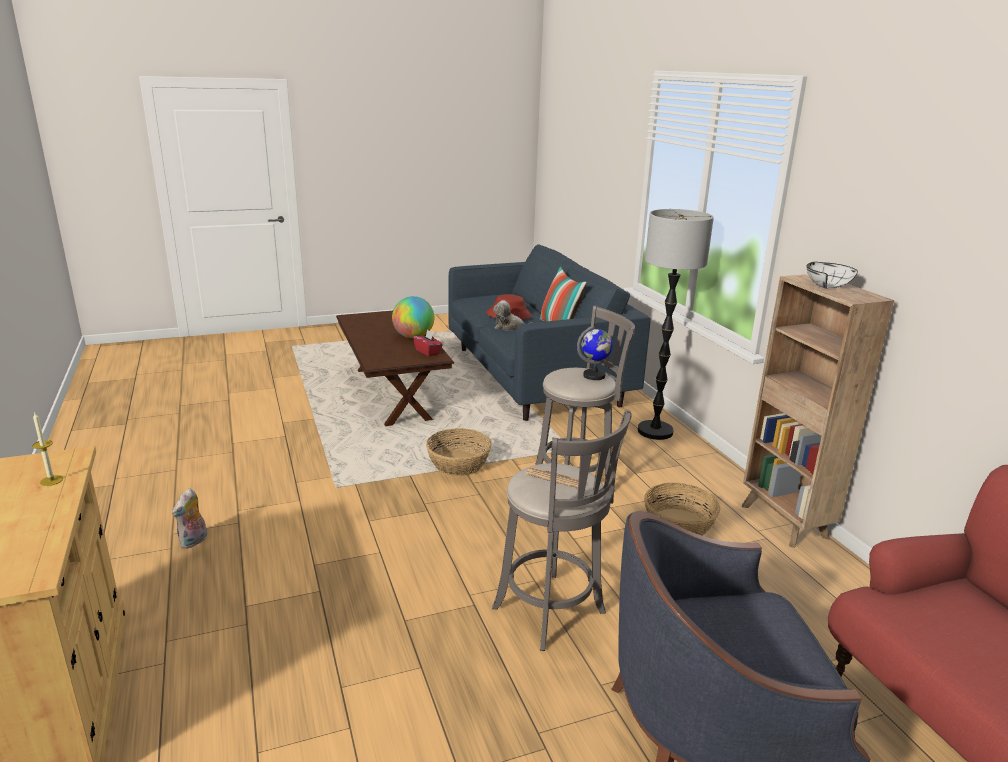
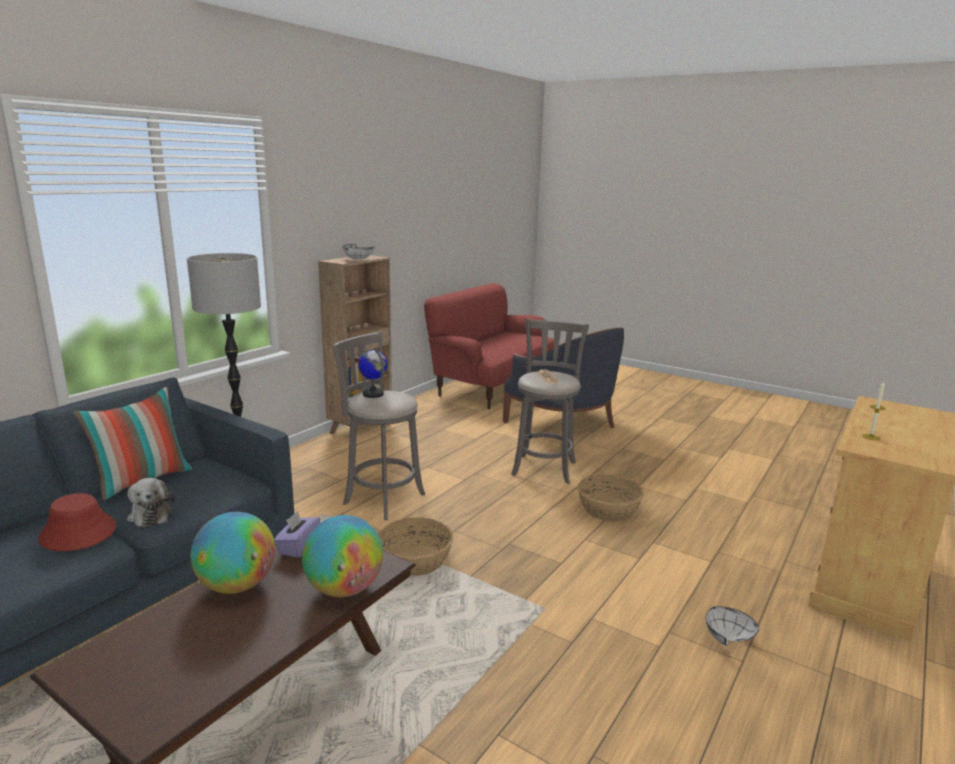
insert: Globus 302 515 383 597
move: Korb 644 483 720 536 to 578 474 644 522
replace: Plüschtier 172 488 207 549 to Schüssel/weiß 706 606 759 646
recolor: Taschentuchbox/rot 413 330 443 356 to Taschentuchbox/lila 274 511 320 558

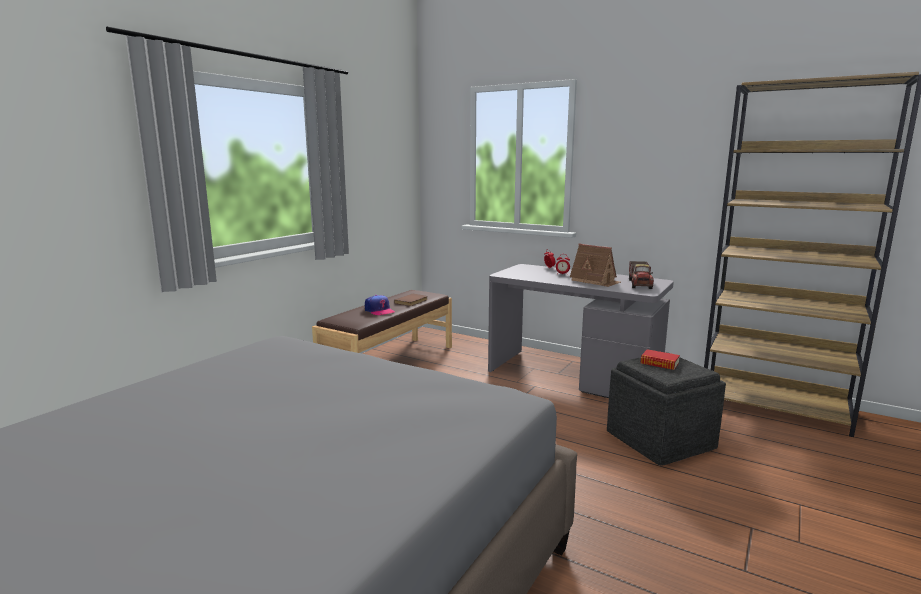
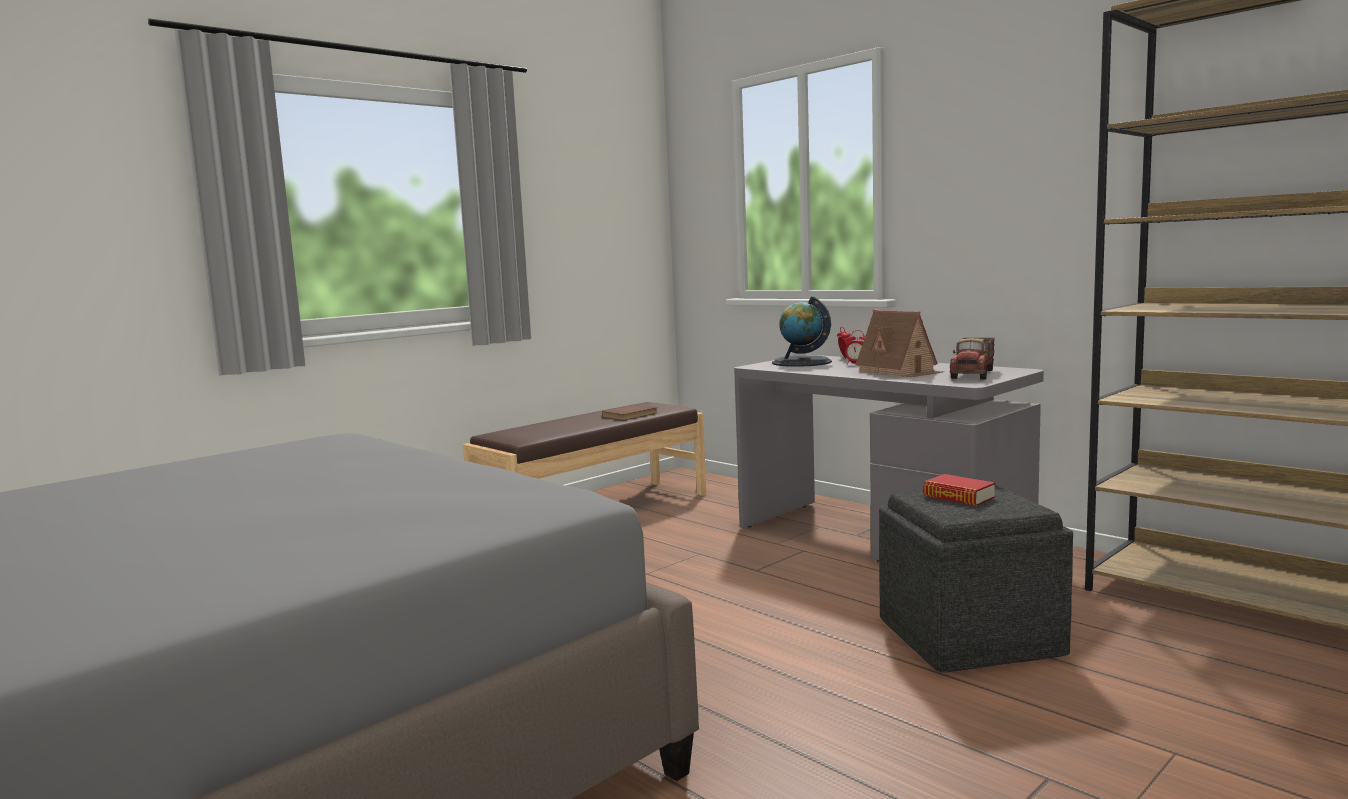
delete: Kappe 365 295 395 315
insert: Globus 772 296 832 367

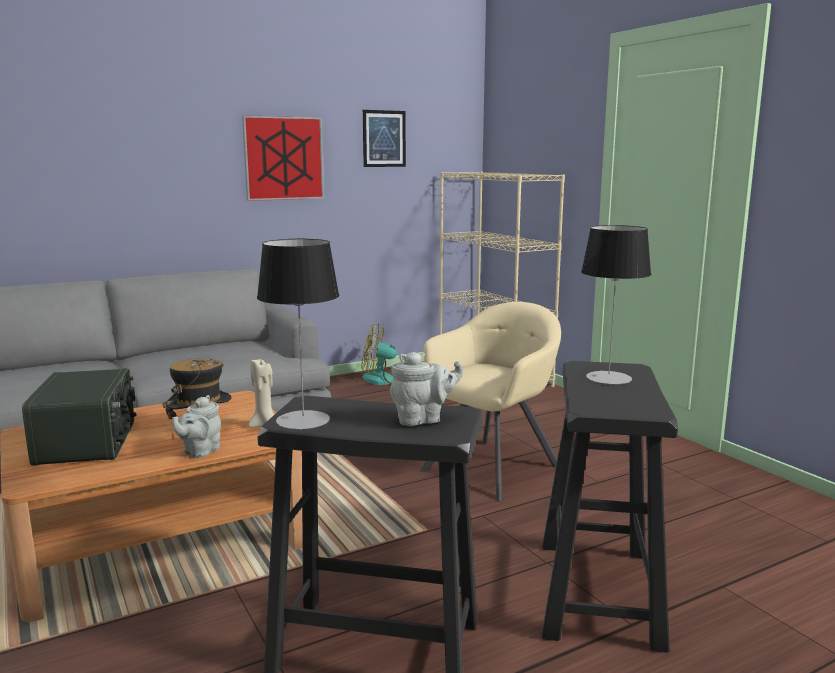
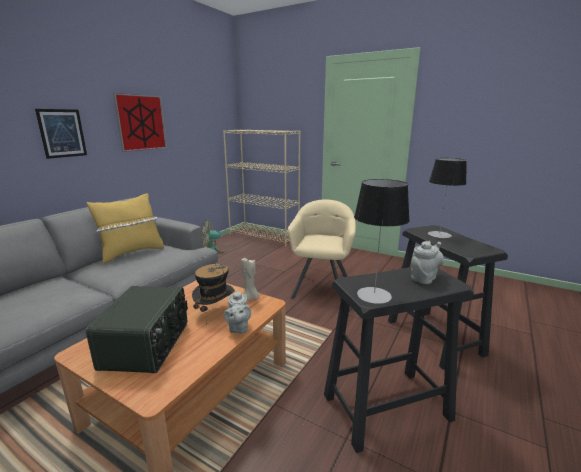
insert: Kissen/gelb 87 193 164 264
move: Bild 363 110 406 167 to 35 109 87 159
rotate: Radio 22 368 136 466 = 86 286 188 373 45 degrees clockwise

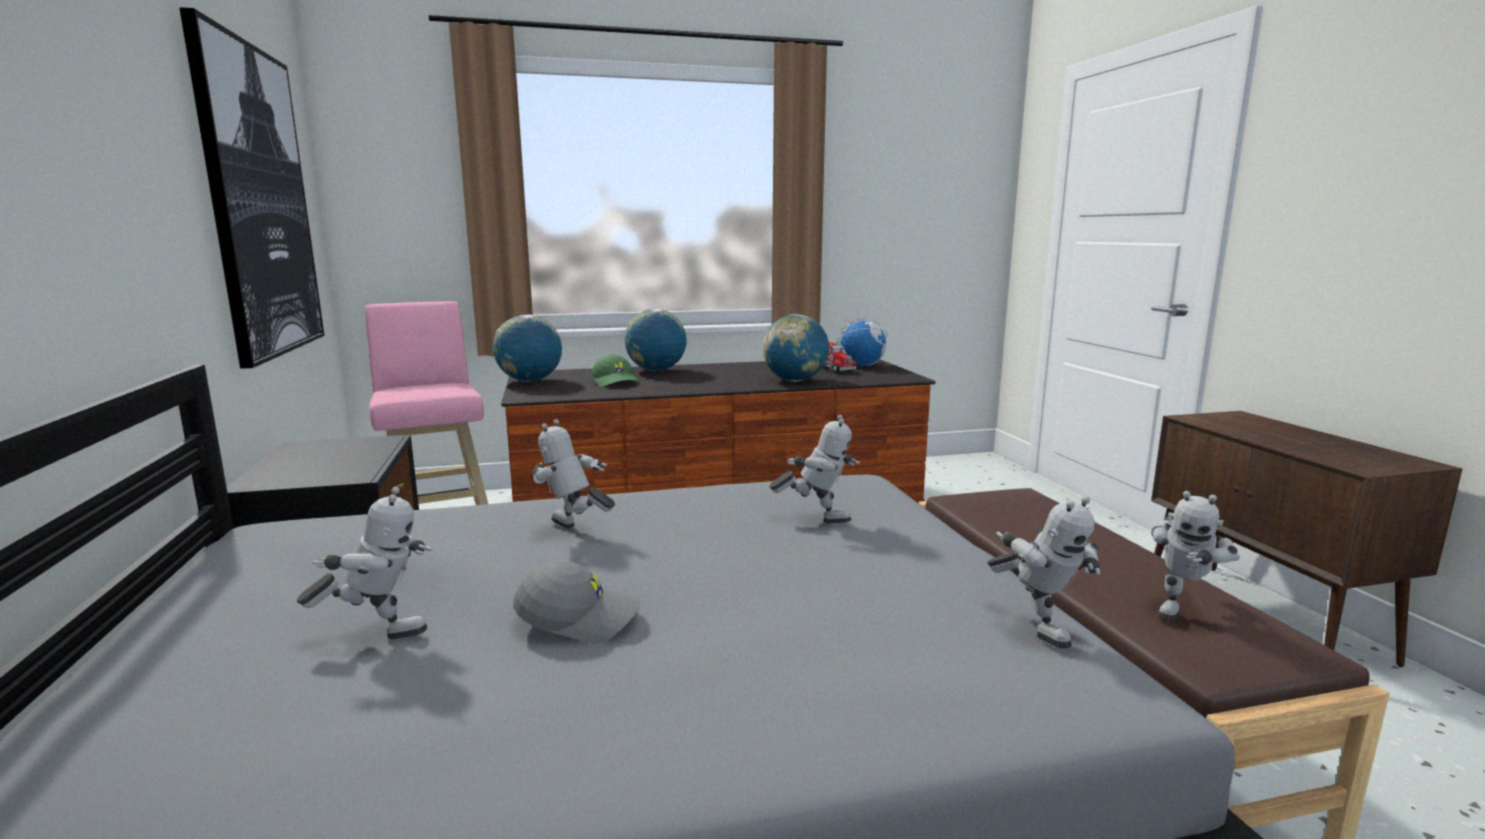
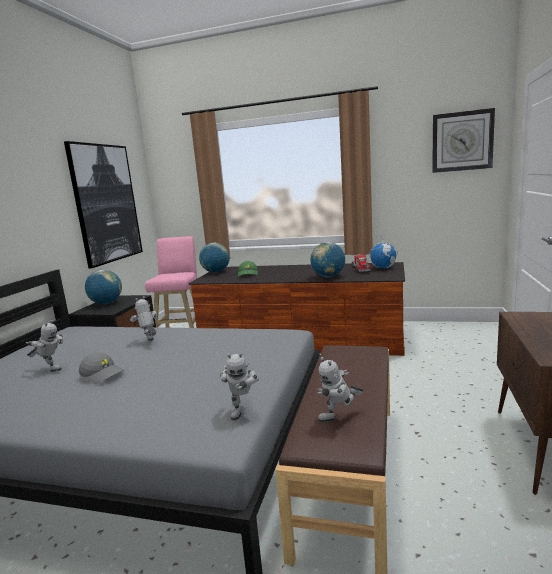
delete: Spielzeugroboter 769 415 860 523
insert: Wanduhr 432 108 495 173
move: Globus 624 309 687 371 to 85 270 122 304

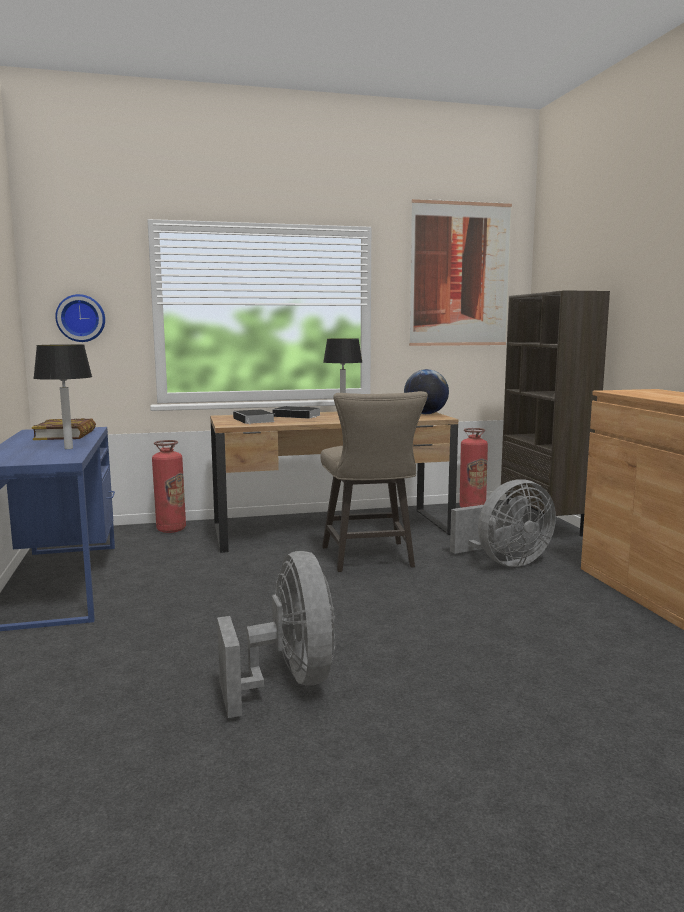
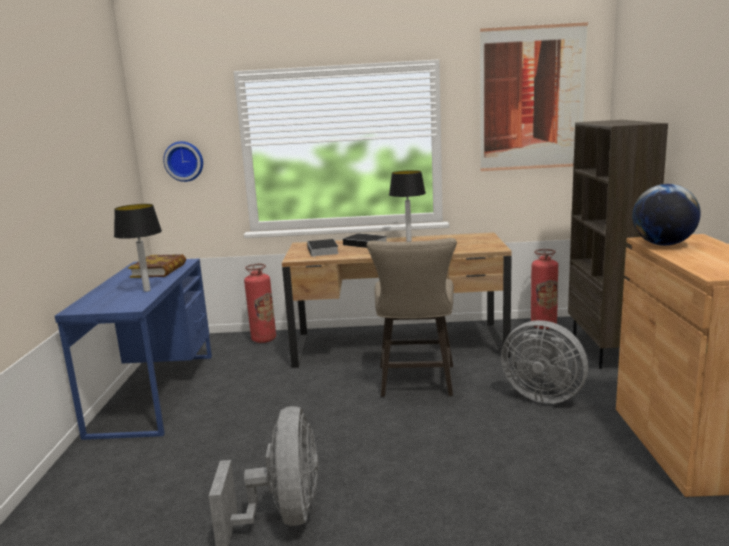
move: Globus 404 369 449 414 to 632 184 701 246
rotate: Ventilator/grau 450 479 556 567 = 501 320 588 404 45 degrees clockwise

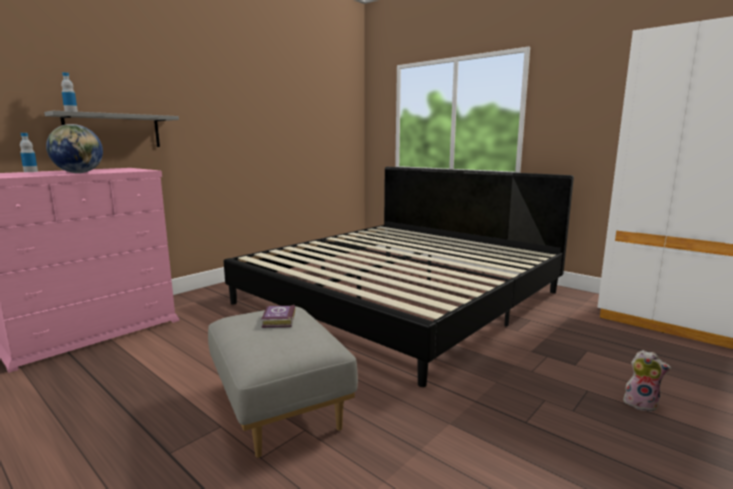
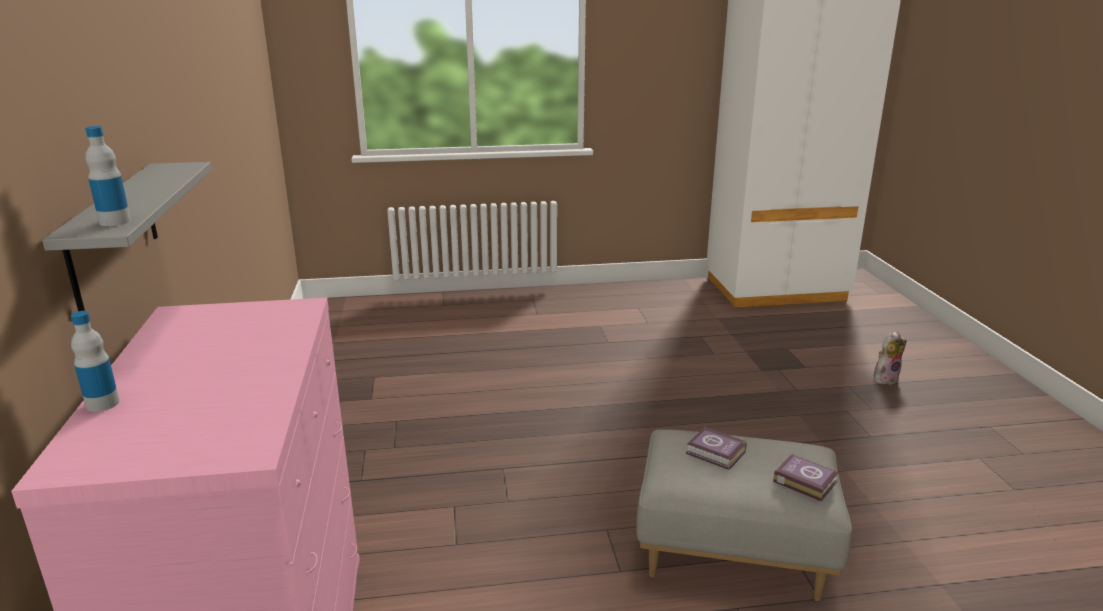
delete: Globus 46 124 103 173; Bett 224 167 574 387
insert: Buch 773 454 839 501

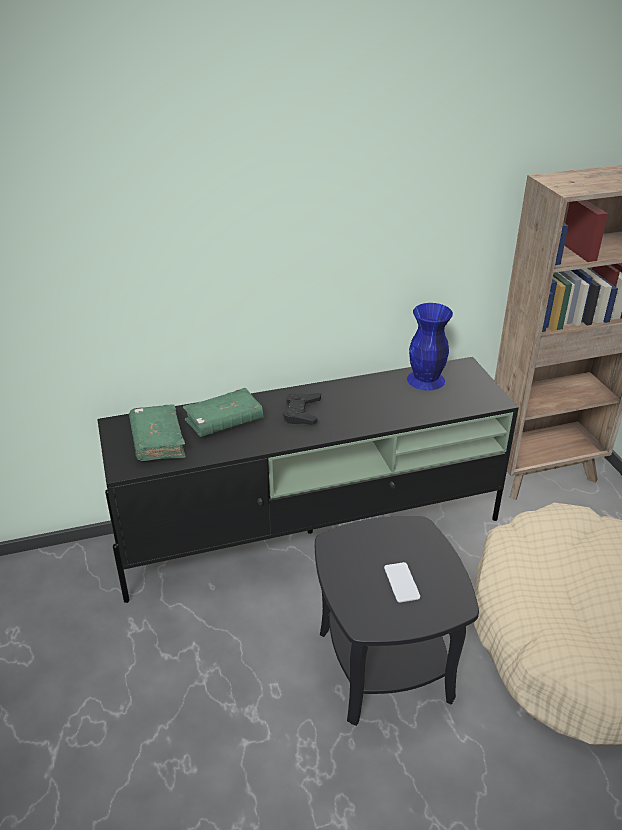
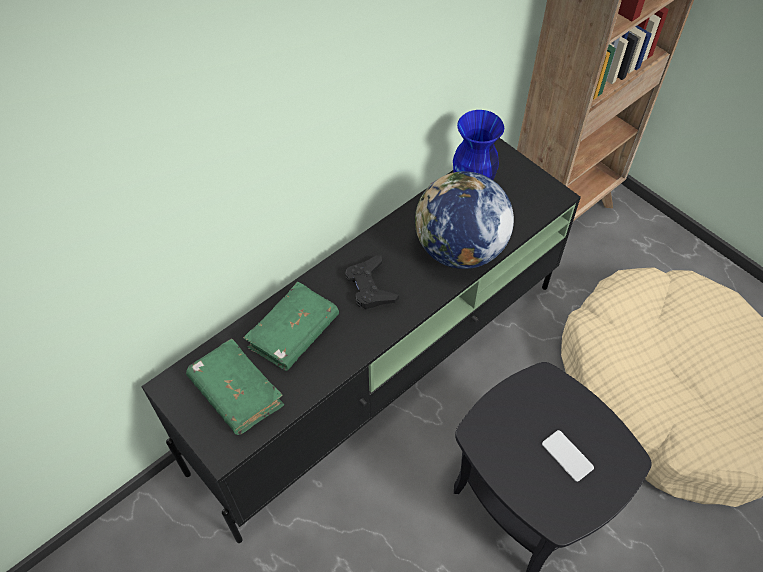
insert: Globus 415 171 514 269

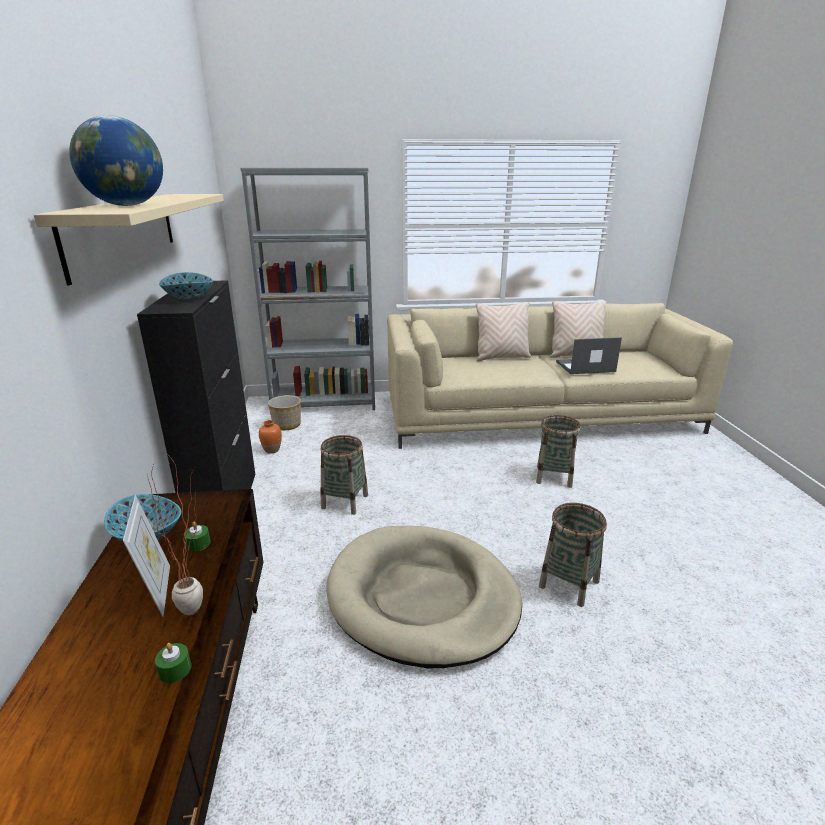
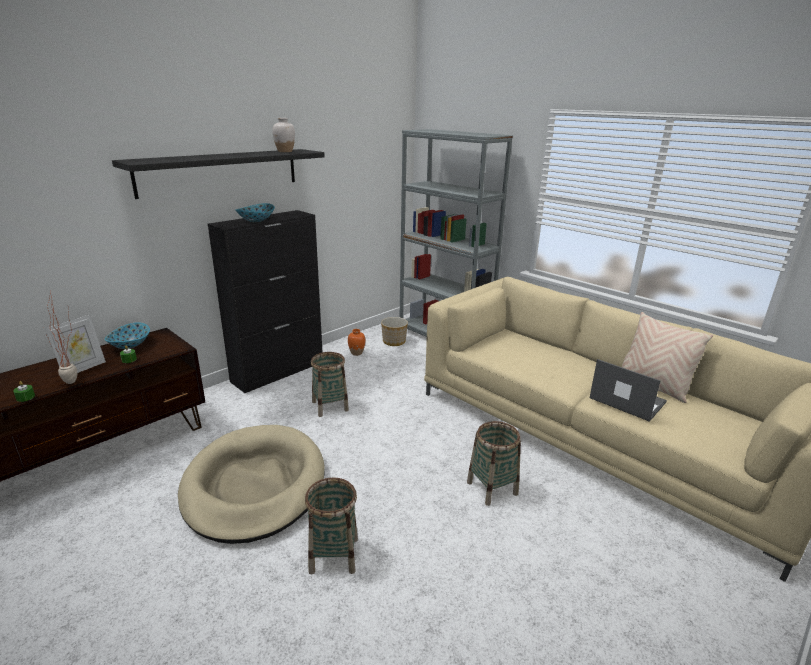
delete: Globus 69 115 163 206; Kissen/beige 476 302 531 361
insert: Vase/weiß 272 118 295 152
recolor: Wandregal/beige 34 194 224 286 to Wandregal/schwarz 112 149 325 199

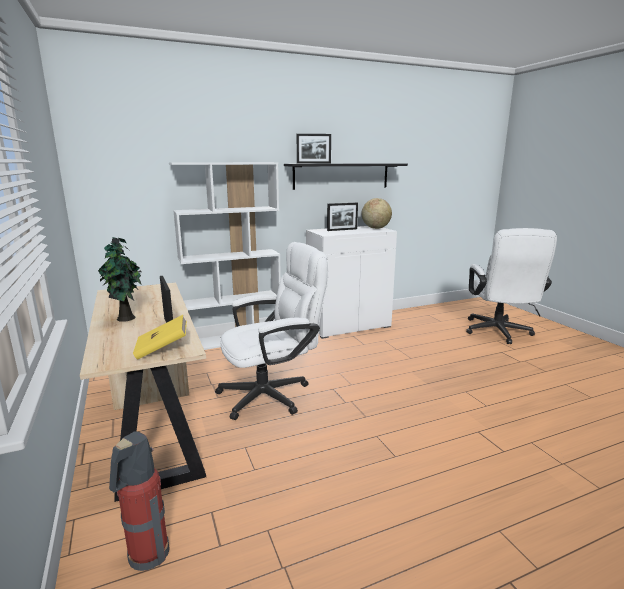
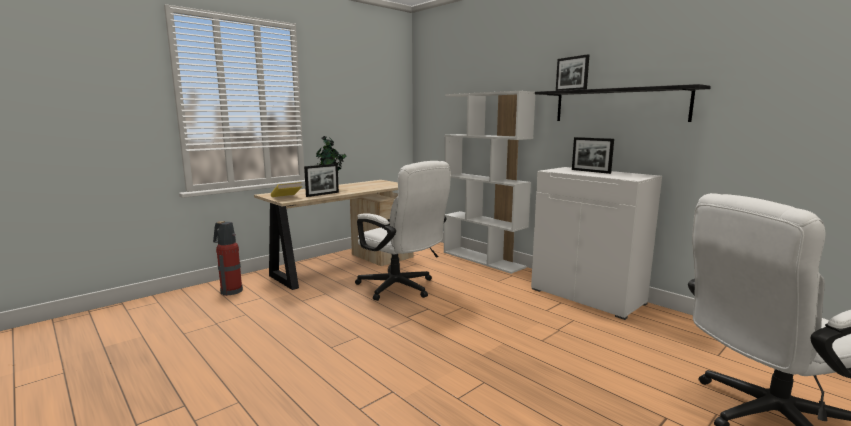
delete: Globus 361 198 392 229

